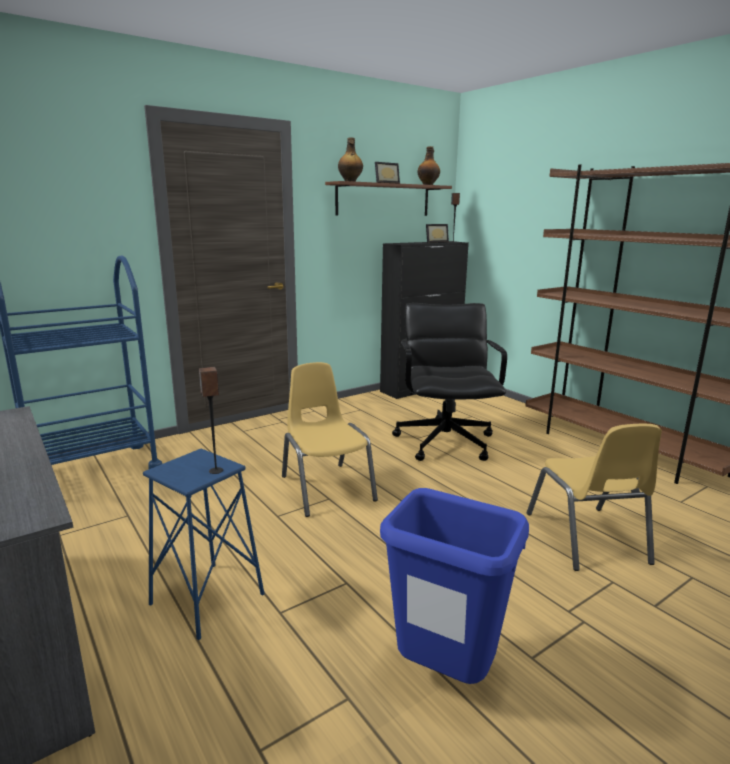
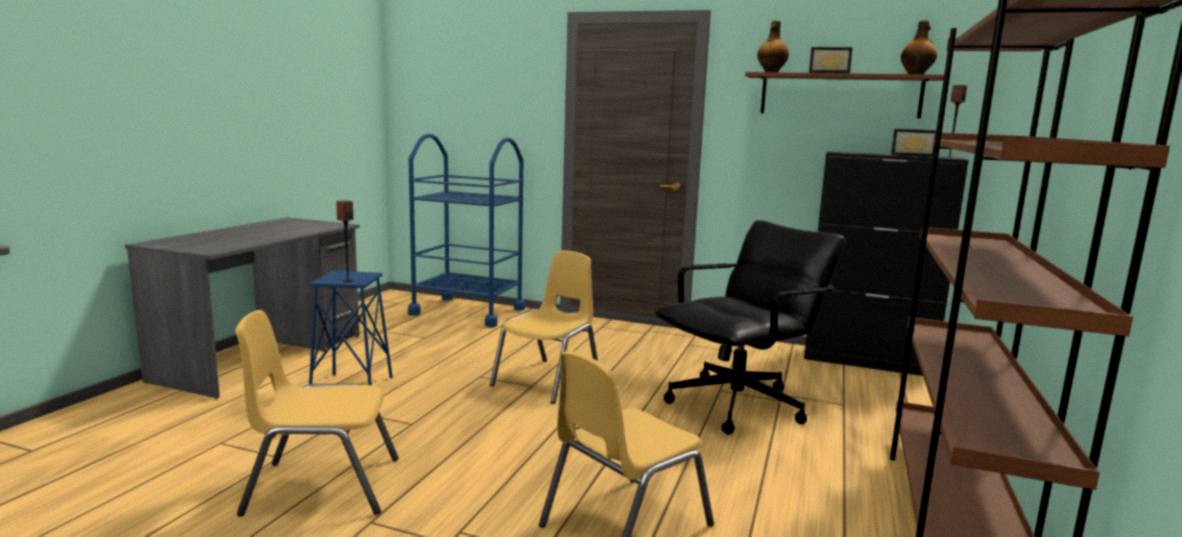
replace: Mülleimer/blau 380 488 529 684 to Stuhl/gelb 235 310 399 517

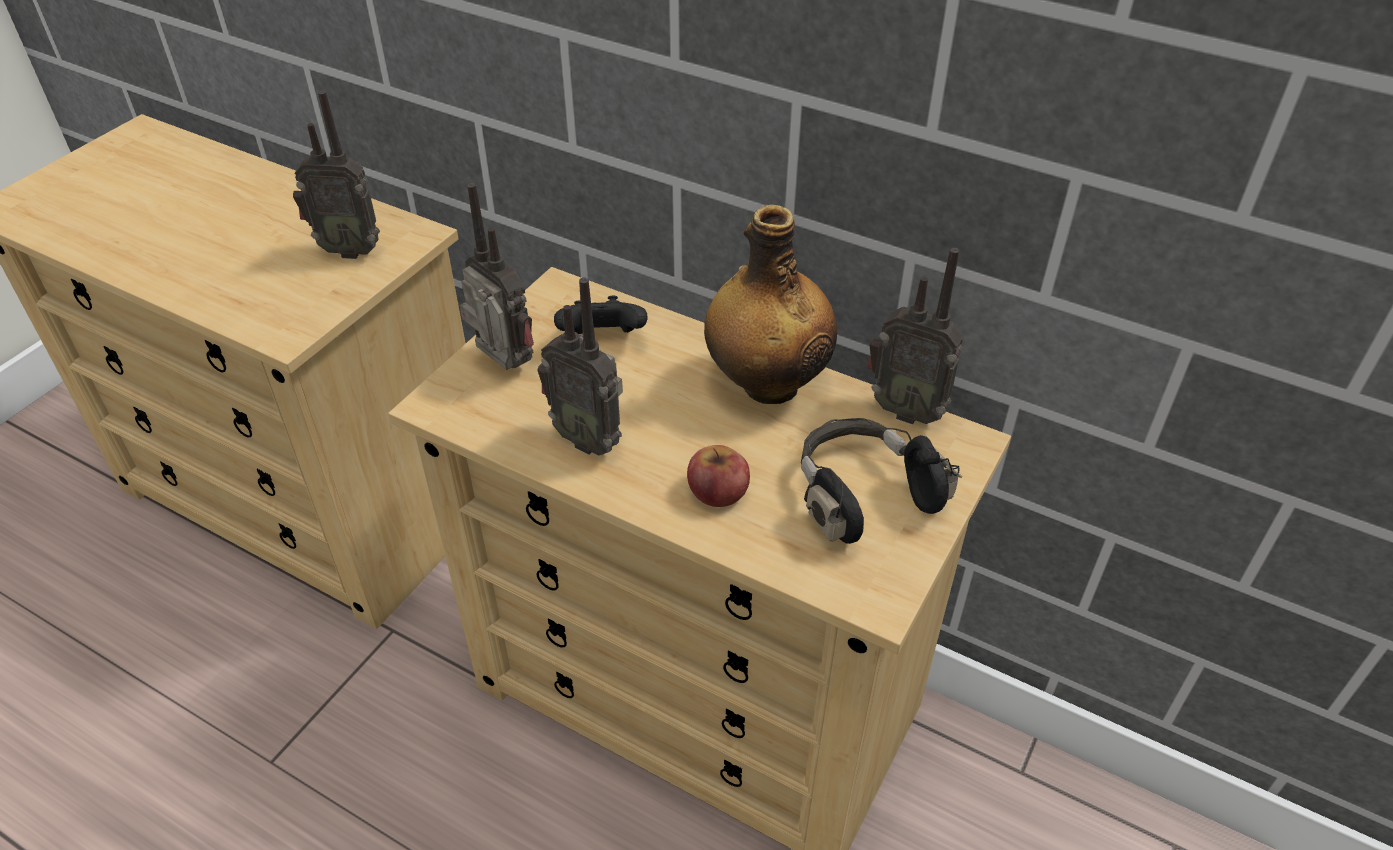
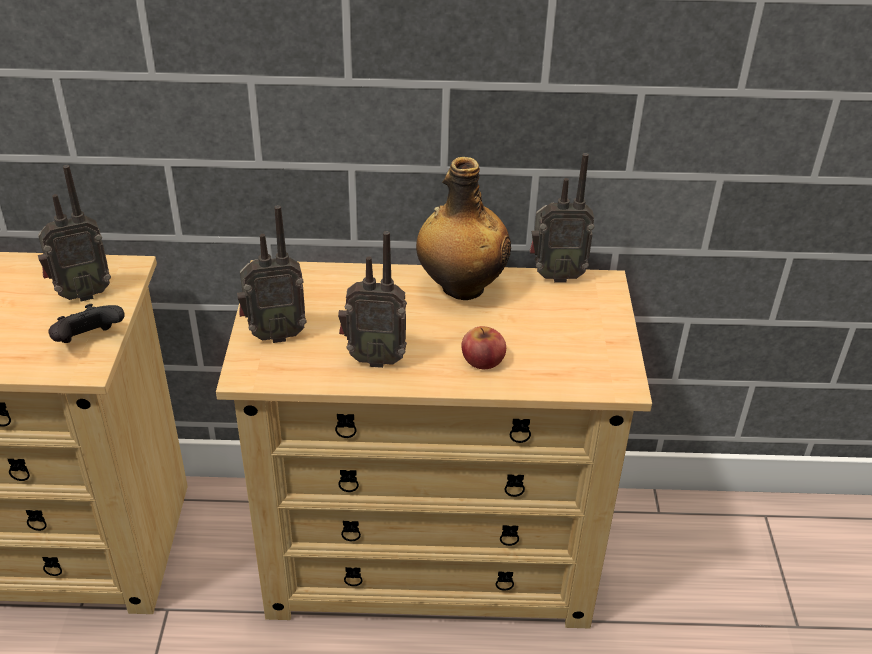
delete: Kopfhörer/schwarz 801 418 962 544
move: Gamepad/schwarz 554 296 648 334 to 48 304 125 343
rotate: Radio 459 183 534 370 = 237 205 307 343 150 degrees clockwise

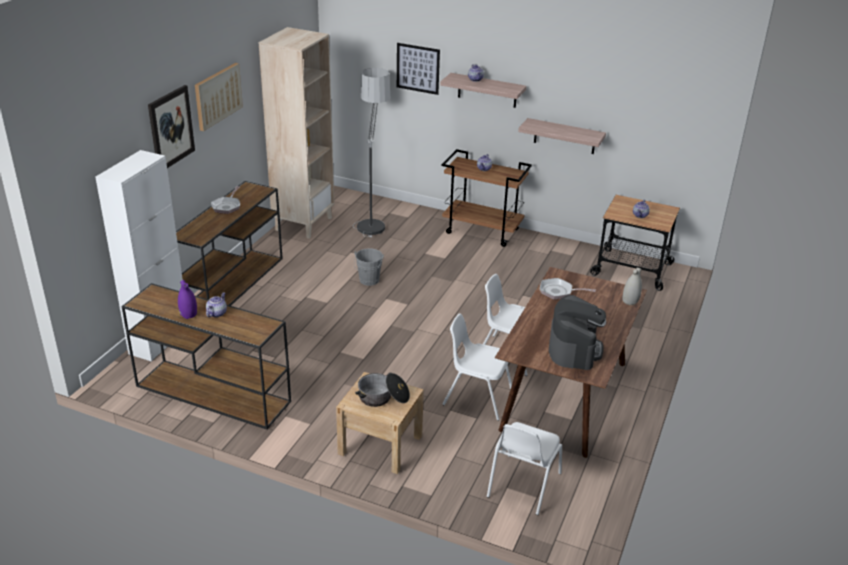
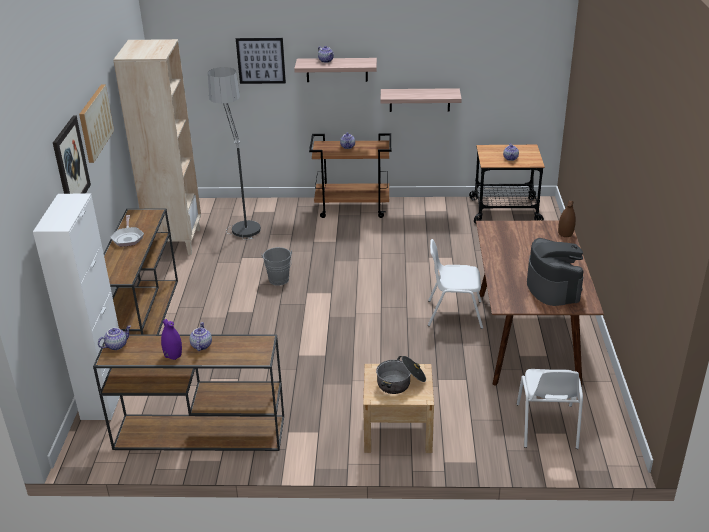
delete: Stuhl/weiß 443 313 512 421; Pfanne 540 278 596 299
insert: Teekanne 98 325 131 350
recolor: Vase/weiß 622 267 642 305 to Vase/braun 558 201 576 237

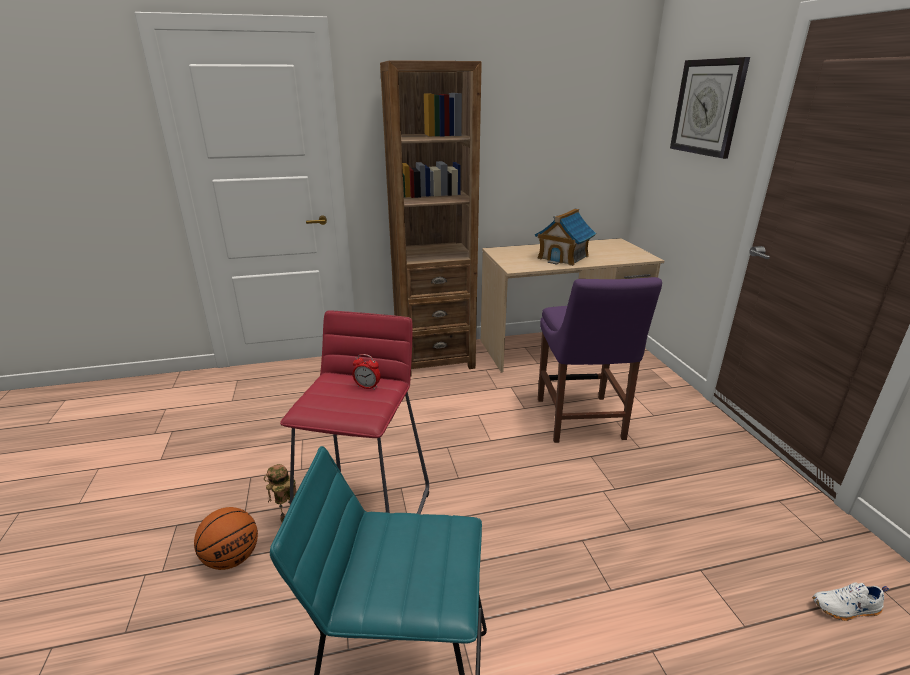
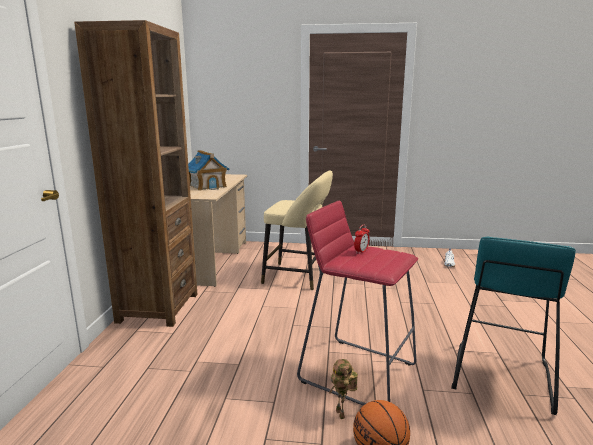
delete: Wanduhr 670 57 750 159
replace: Stuhl/lila 538 277 662 443 to Hocker/beige 261 171 333 290

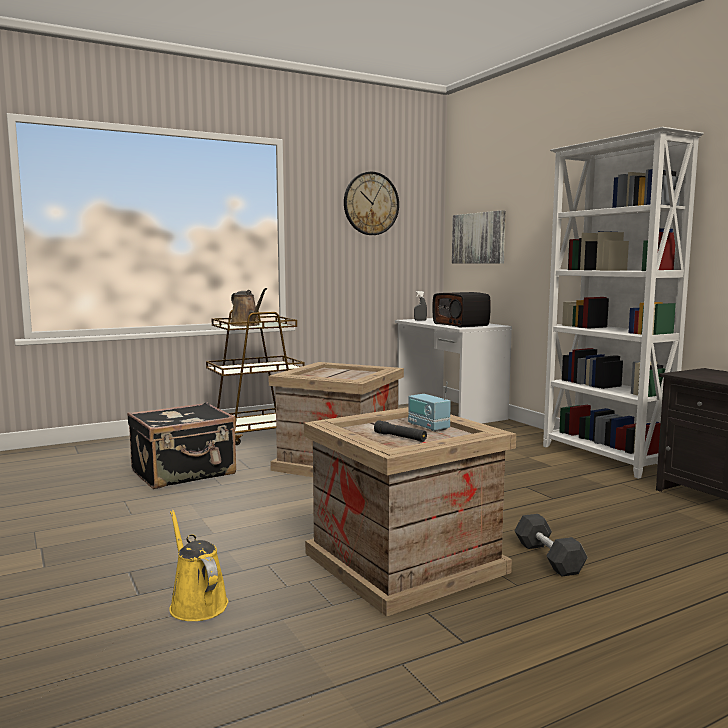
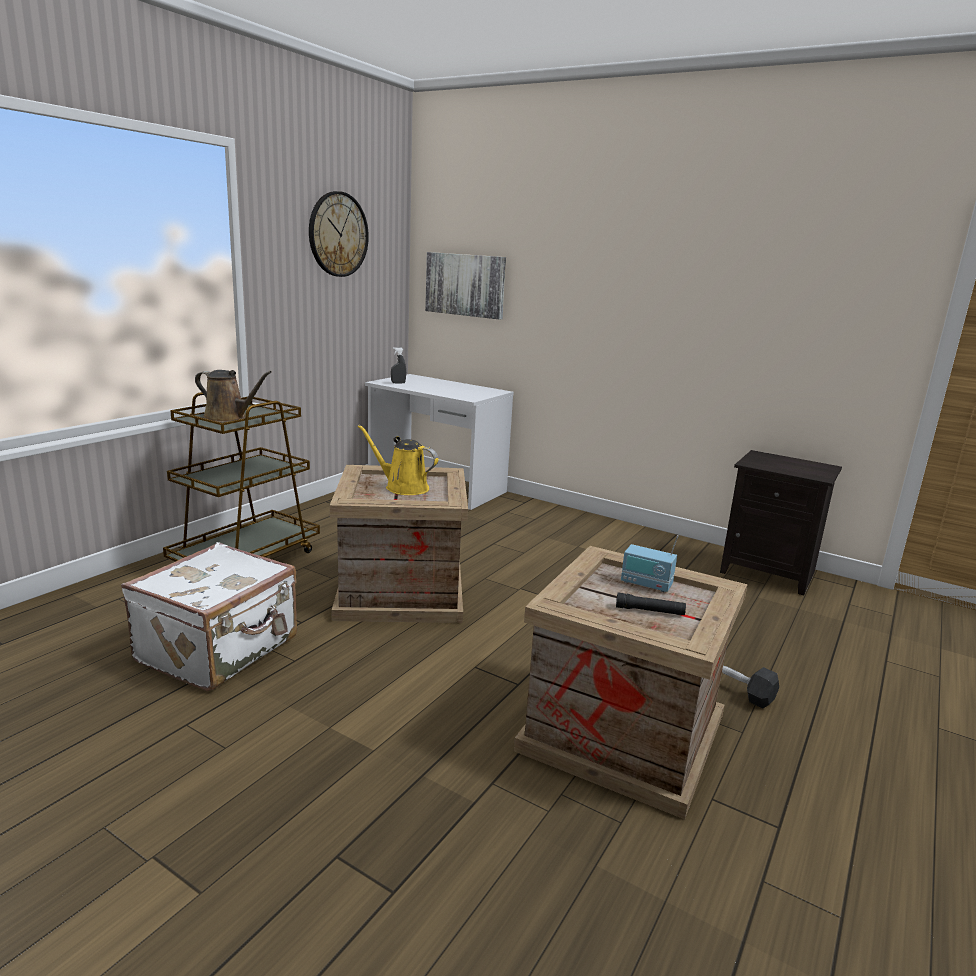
delete: Radio 432 292 491 327; Bücherregal/weiß 543 127 704 479
move: Gießkanne/gelb 169 510 228 621 to 358 425 438 495
recolor: Koffer/schwarz 127 402 236 489 to Koffer/weiß 121 542 297 691

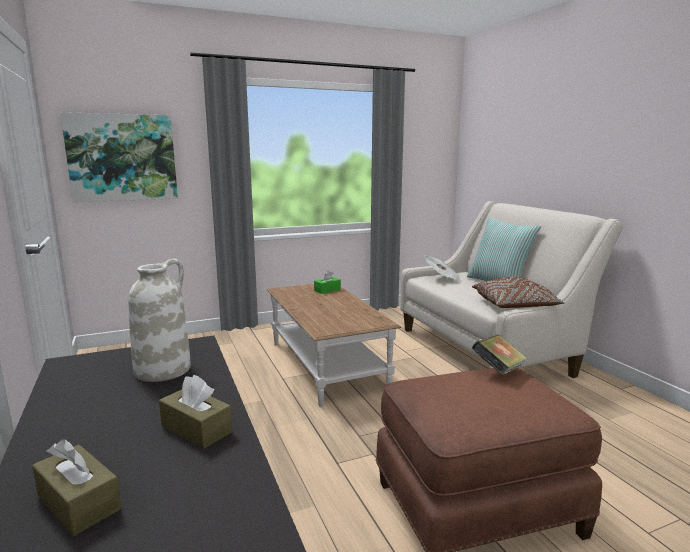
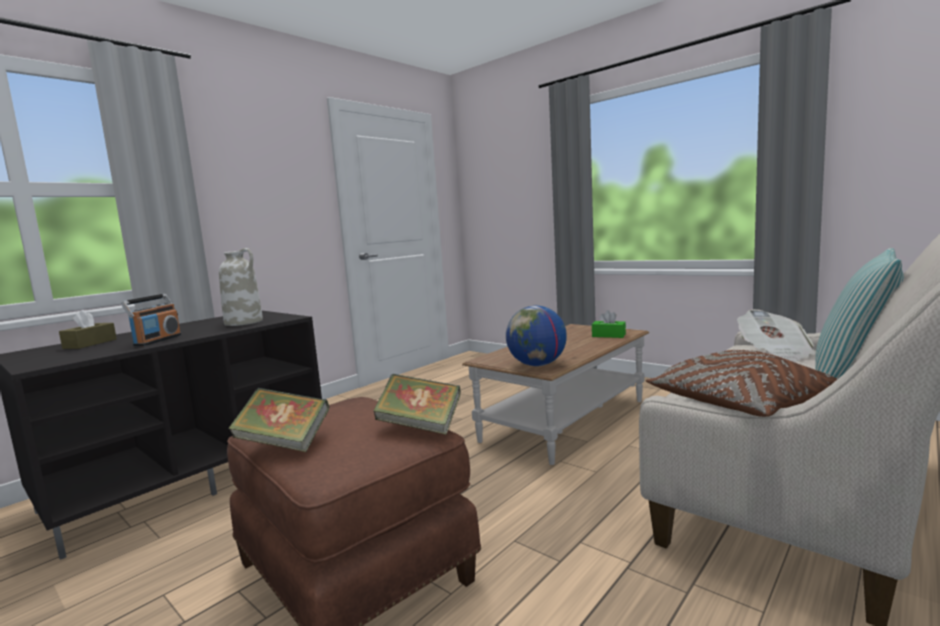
delete: Bild 60 112 178 202
insert: Buch 228 388 329 452; Globus 506 306 567 366
replace: Taschentuchbox/braun 159 375 233 449 to Radio 121 294 182 346

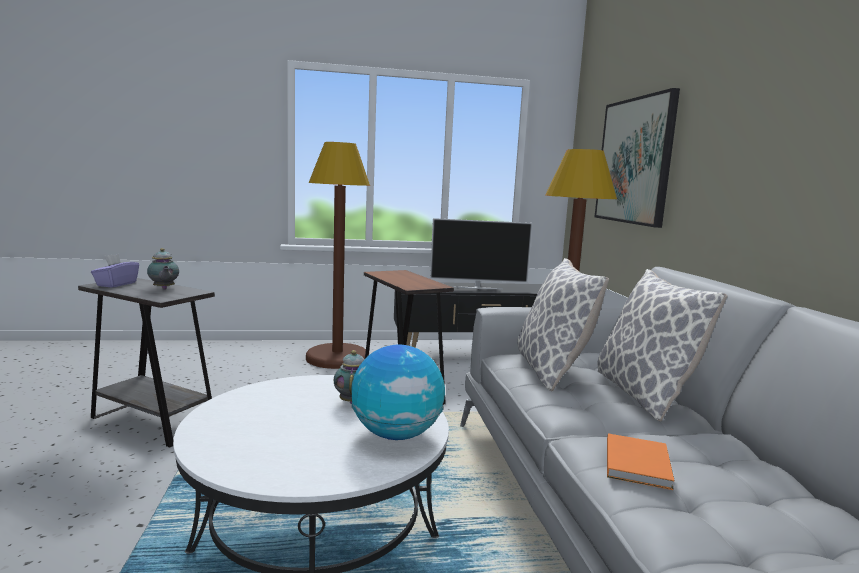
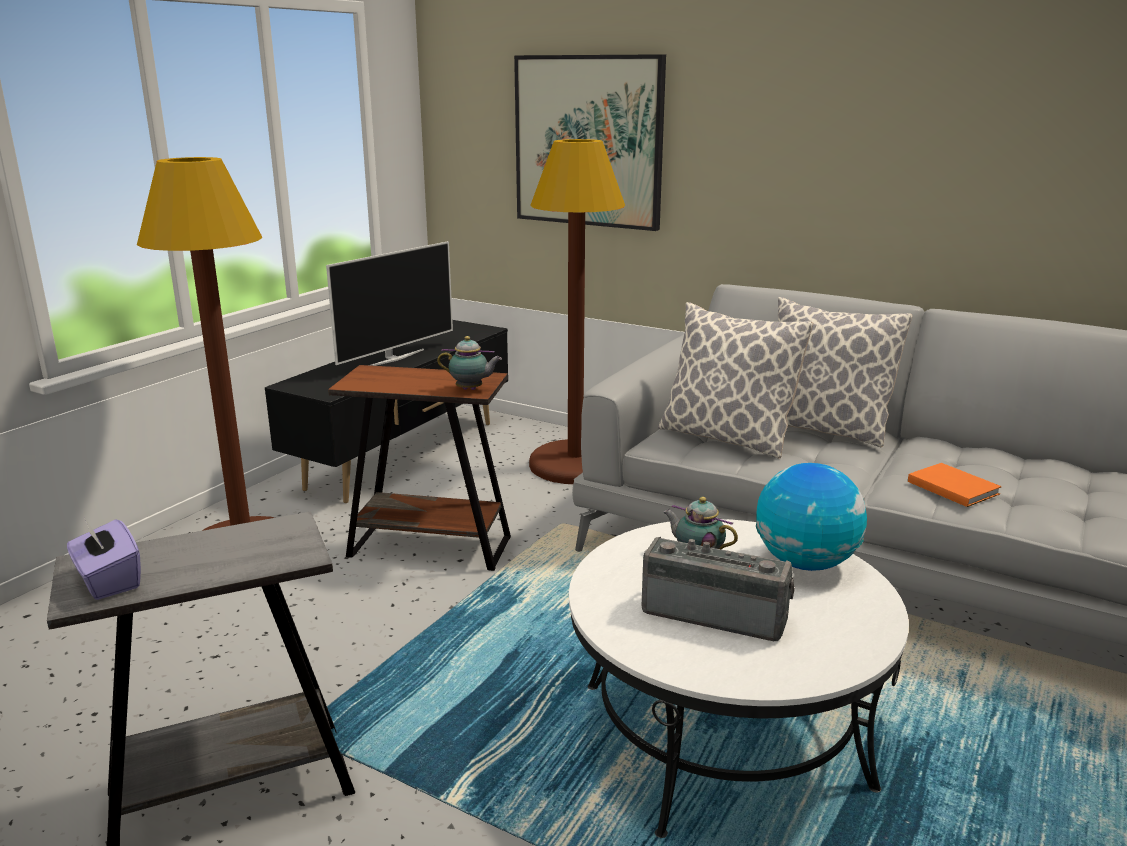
insert: Radio 641 537 795 641
move: Teekanne 147 248 179 289 to 437 336 502 390

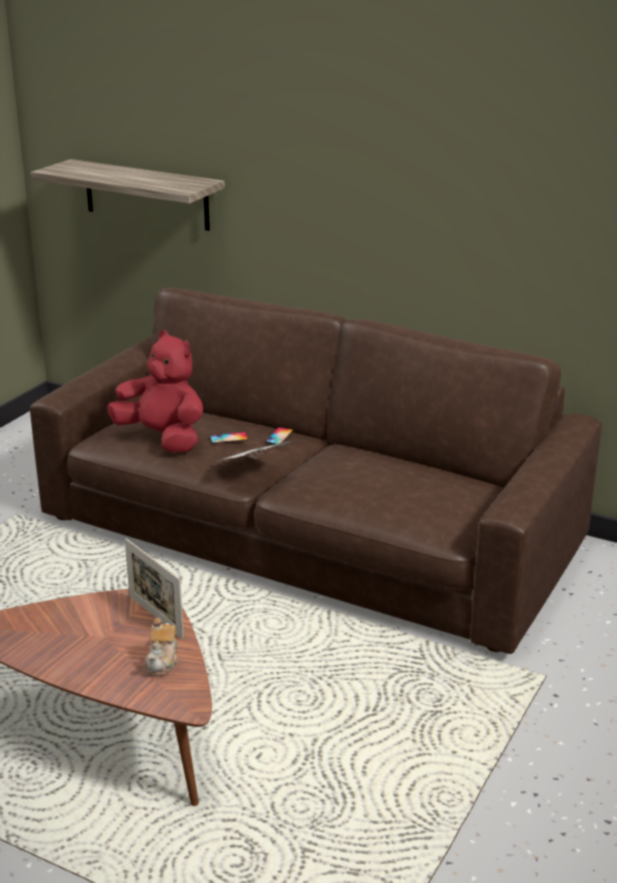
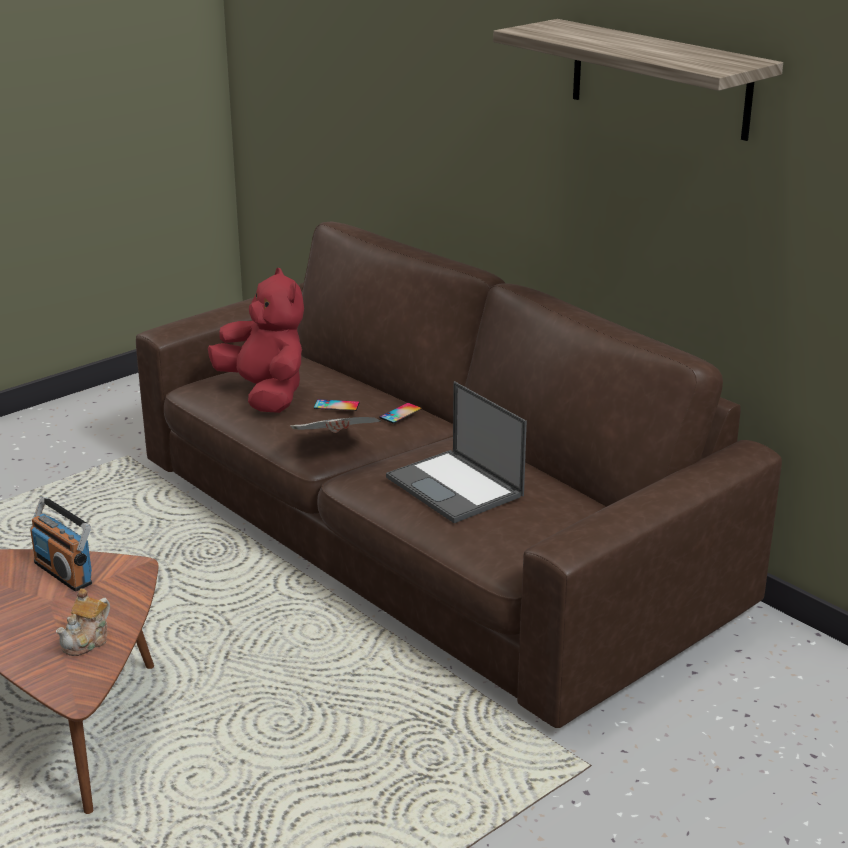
delete: Bilderrahmen 125 538 184 639
insert: Radio 30 497 92 592; Laptop 386 381 527 523
move: Wandregal 31 159 225 231 to 493 19 783 141

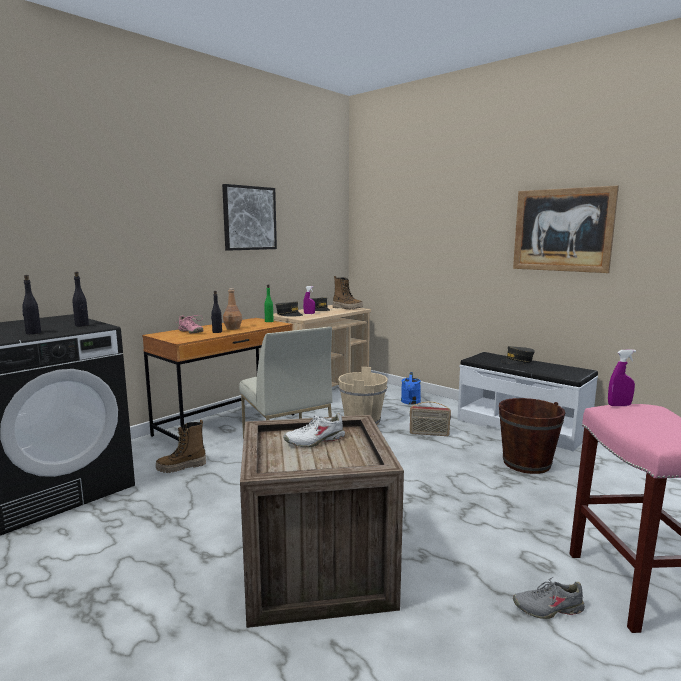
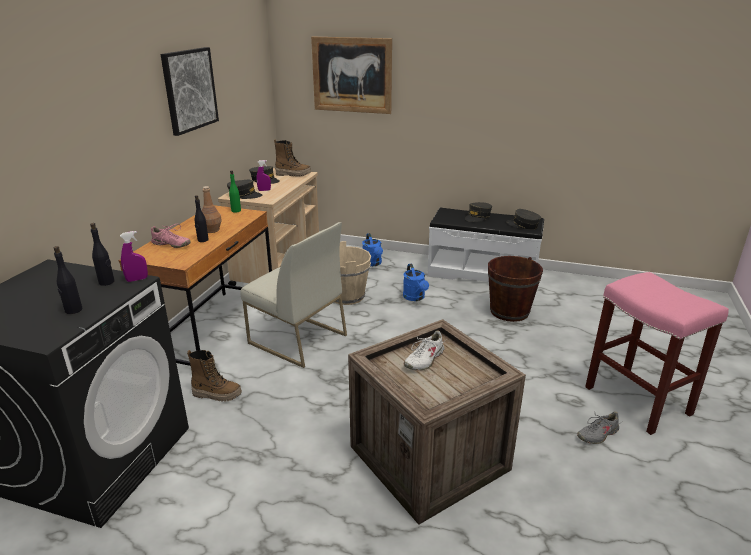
insert: Kappe/grau 506 209 541 229
move: Bild 513 185 619 273 to 311 37 392 114; Sprühflasche/lila 608 349 636 406 to 120 231 148 282
replace: Radio 409 401 451 436 to Gießkanne/blau 403 264 429 301
rotate: Stiefel 156 420 206 473 = 187 350 242 402 120 degrees counterclockwise

